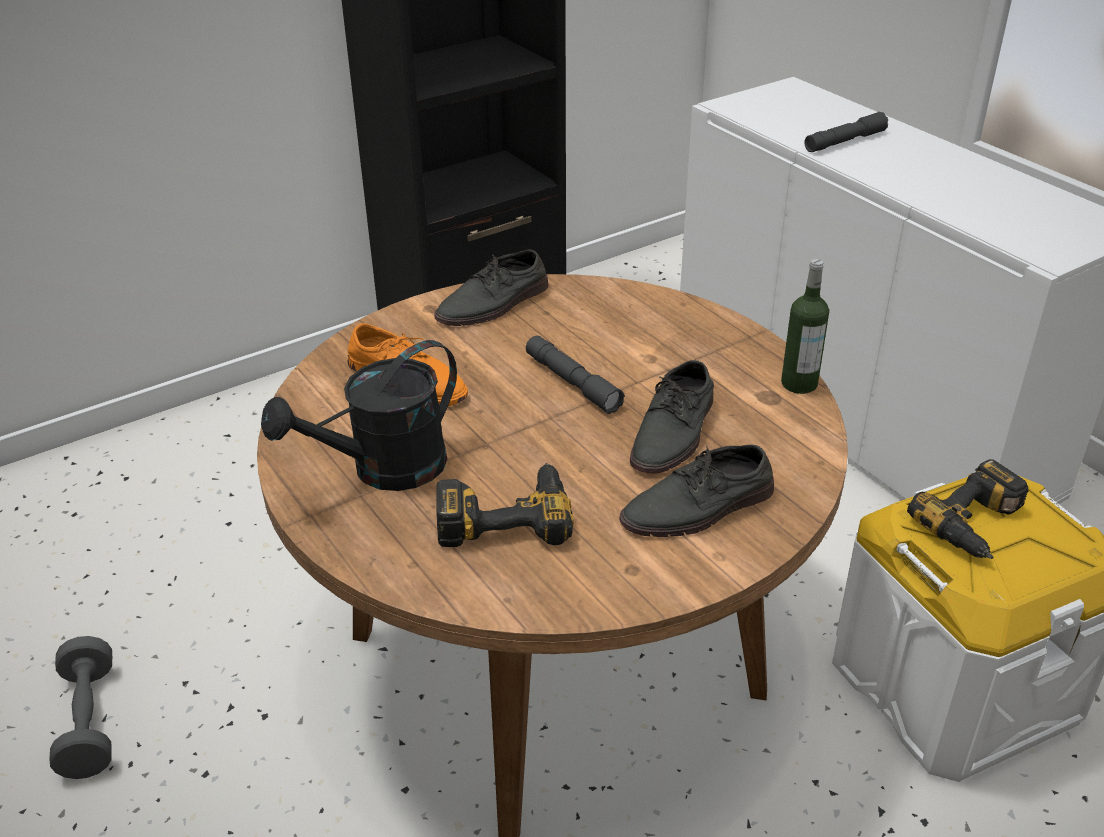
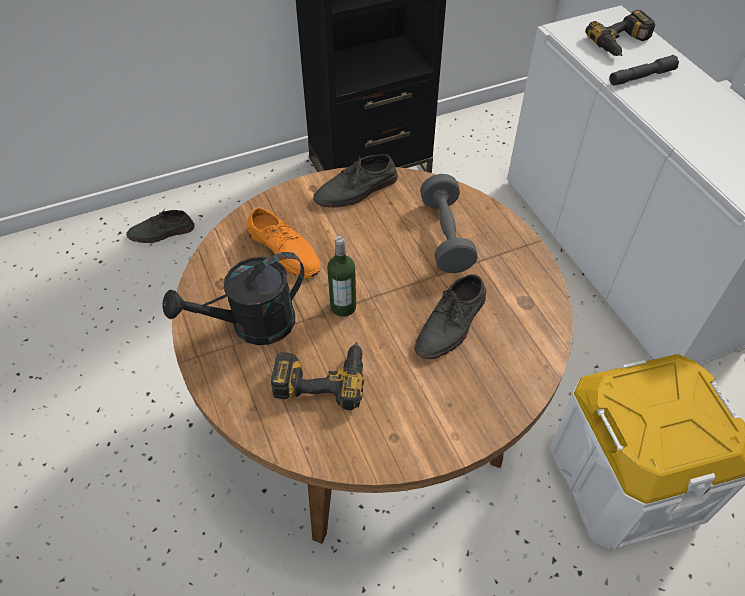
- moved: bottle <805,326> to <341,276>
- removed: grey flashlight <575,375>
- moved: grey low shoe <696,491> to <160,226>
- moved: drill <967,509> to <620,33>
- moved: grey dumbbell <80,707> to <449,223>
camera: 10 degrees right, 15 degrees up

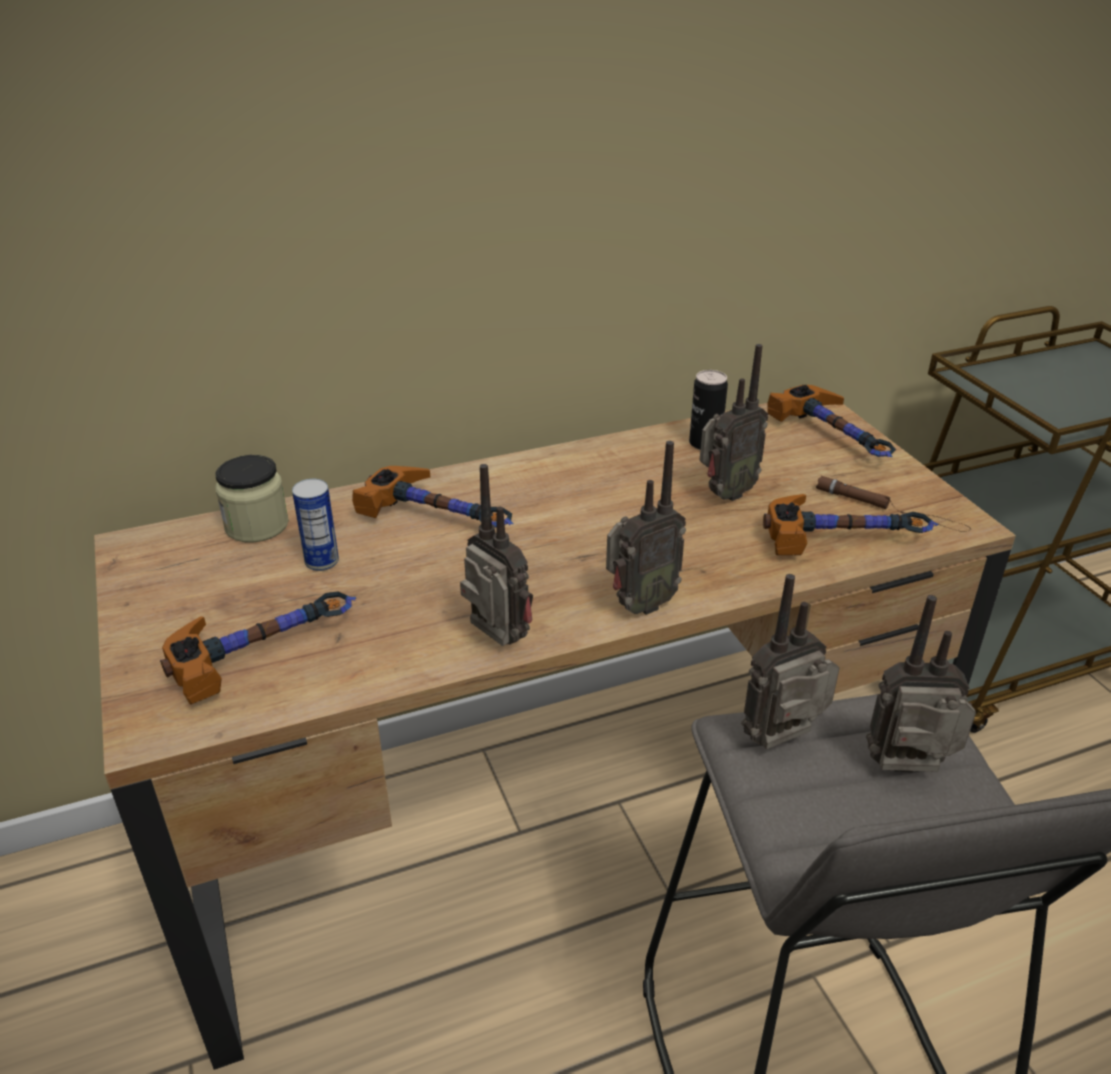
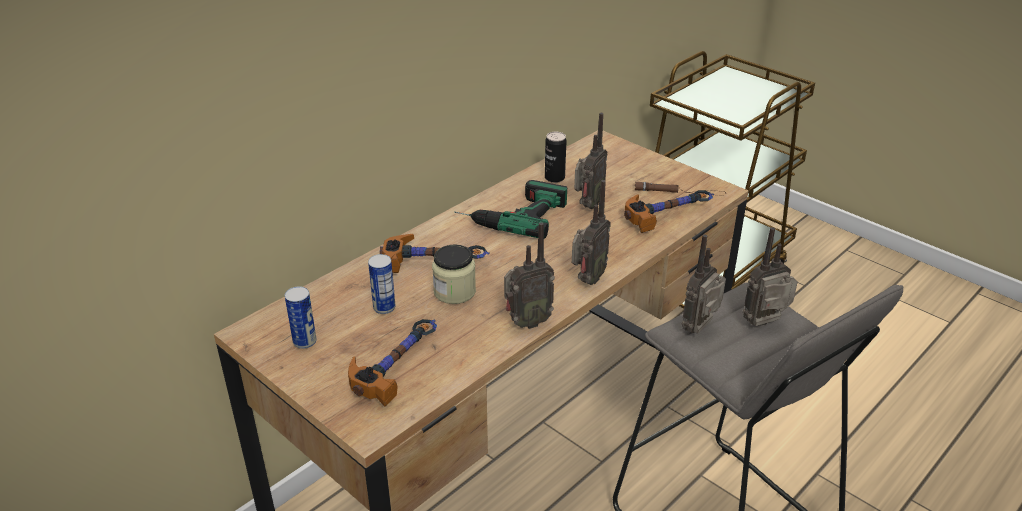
- removed: tool hammer <831,421>
- moved: jar <252,499> to <454,274>
- turned: radio set <496,555> = <529,275> 135 degrees clockwise
- added: drill <510,209>
- added: sealed can <301,317>
camera: 25 degrees left, 0 degrees up

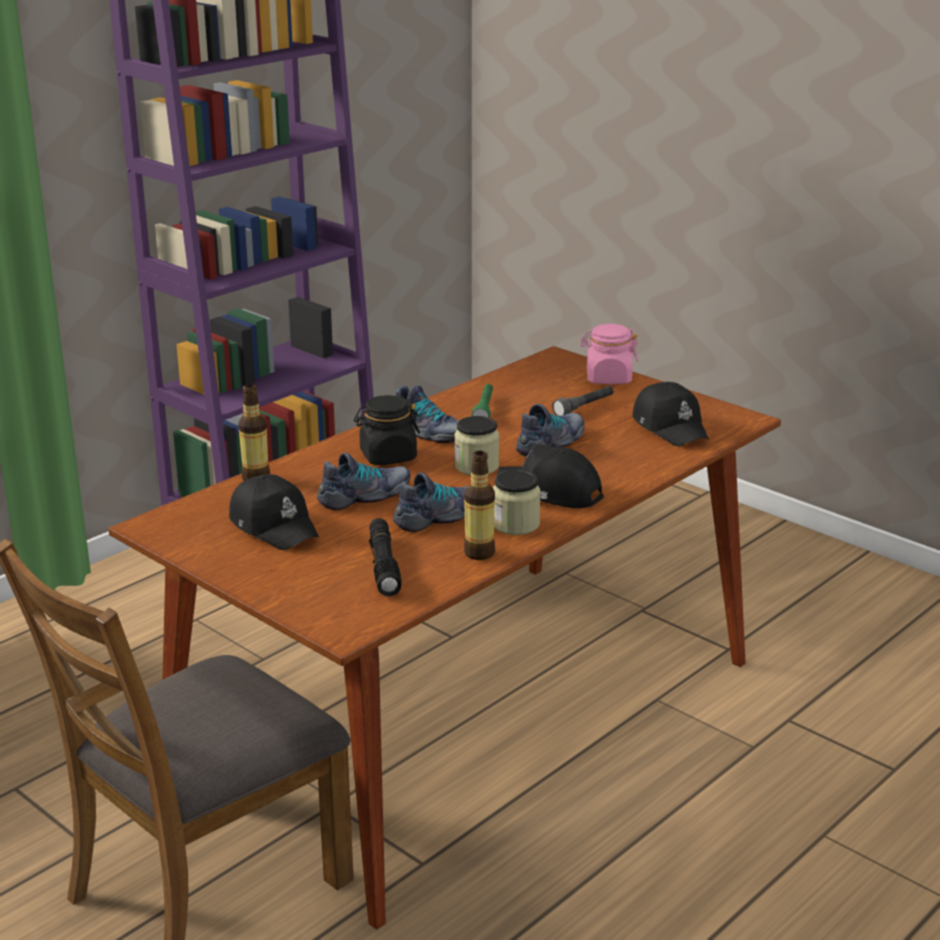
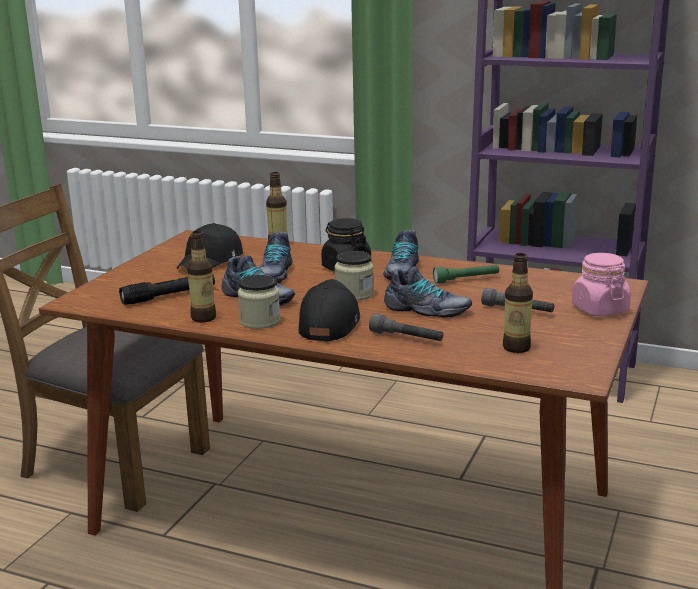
- replaced: black-coloured cap <670,414> to bottle <518,303>
- turned: low shoe <364,481> = <275,257> 60 degrees clockwise
- added: grey flashlight <406,327>
camera: 70 degrees right, 5 degrees down

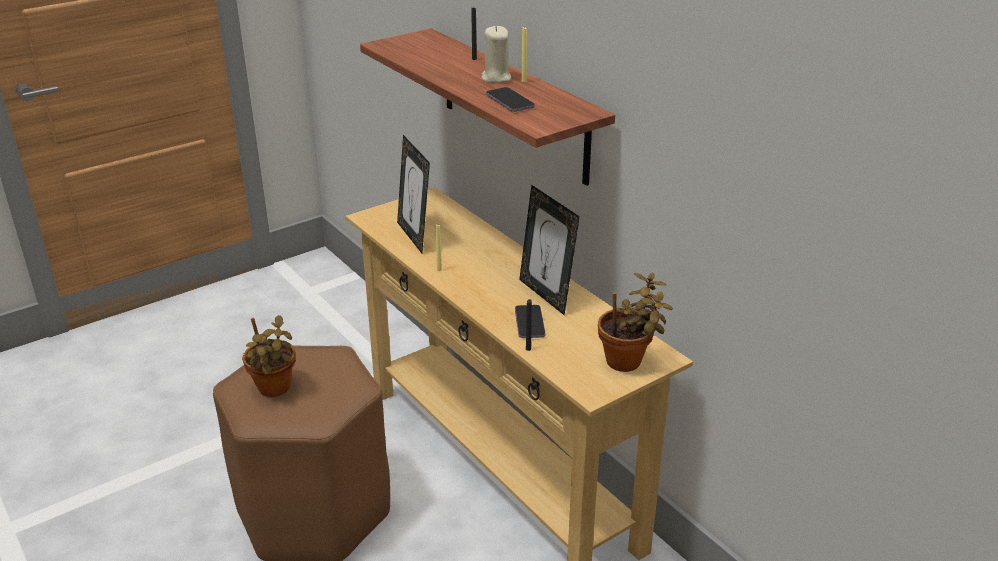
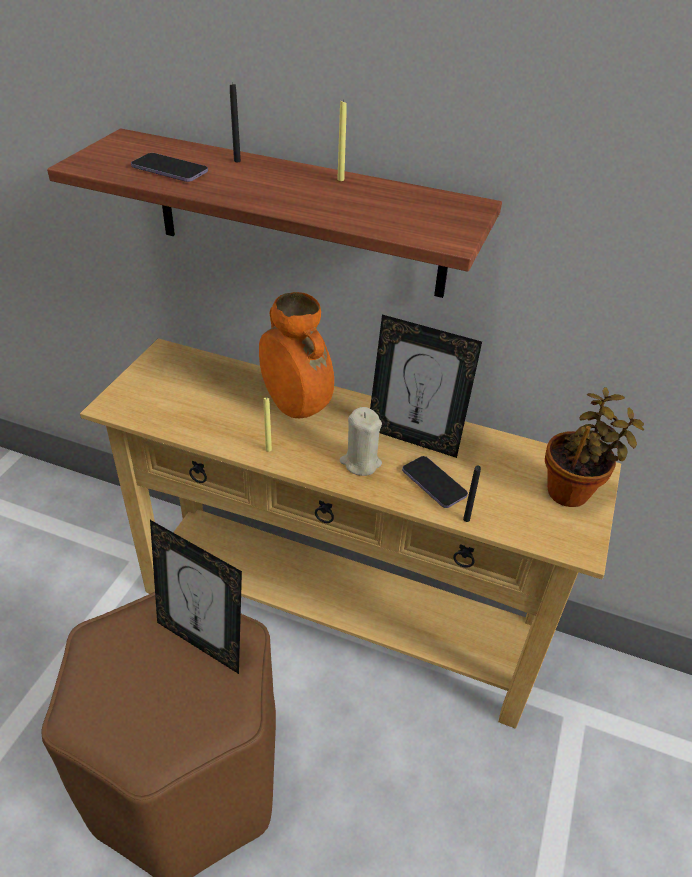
- moved: beige wax light <496,54> to <361,441>
- moved: handset <510,99> to <169,167>
- moved: photo frame <413,194> to <196,597>
- removed: plant in a pot <268,356>
- added: orangey decorative vase <296,355>
camera: 35 degrees left, 10 degrees up

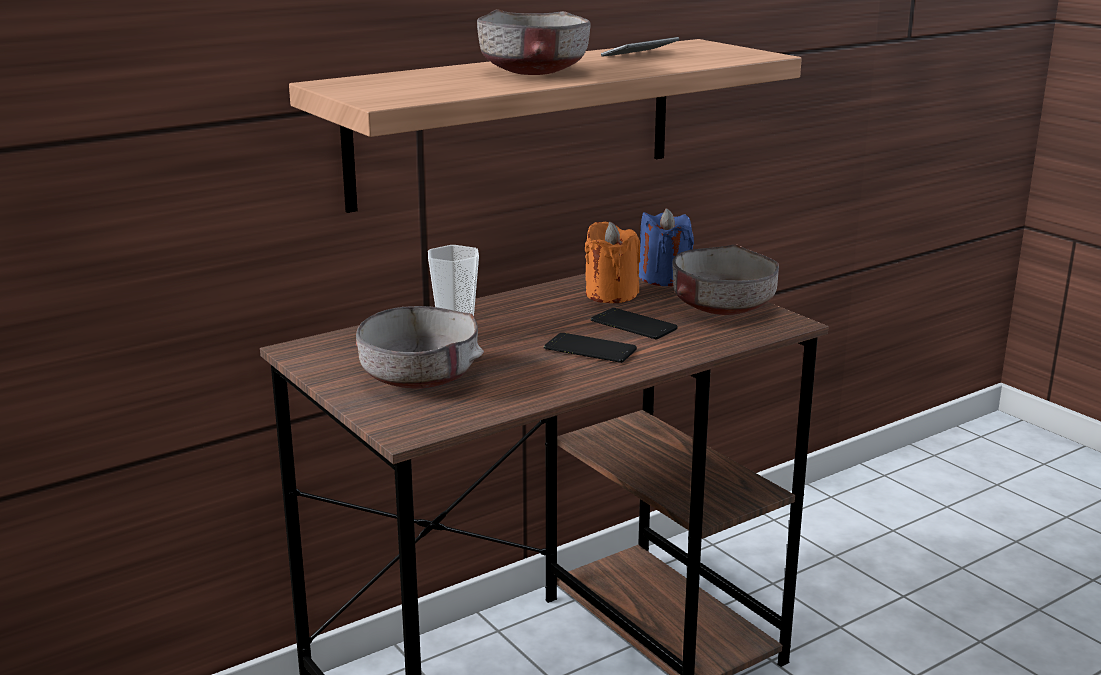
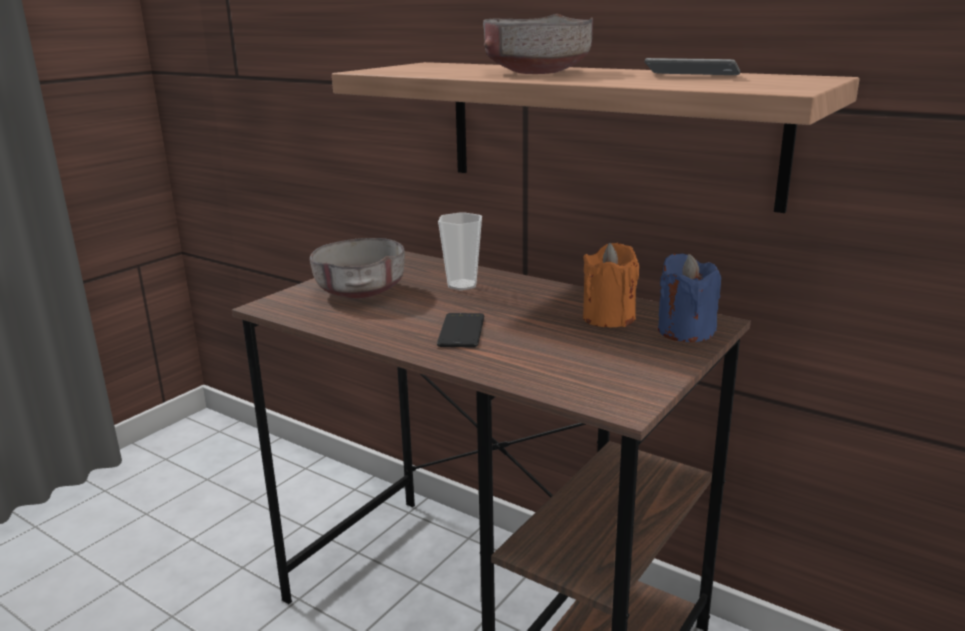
- removed: grey deep dish <725,279>
- removed: handset <634,323>
camera: 70 degrees right, 0 degrees up

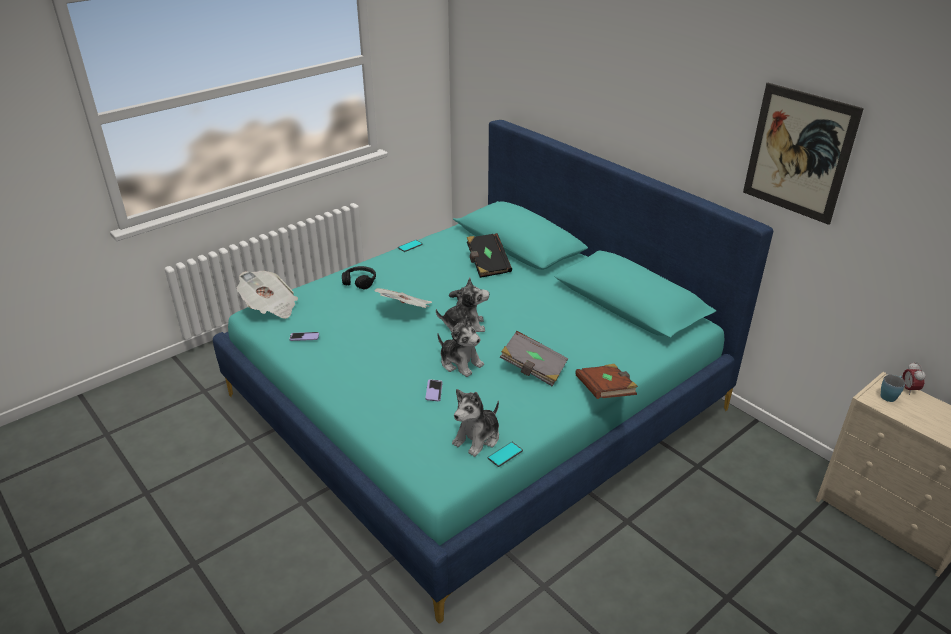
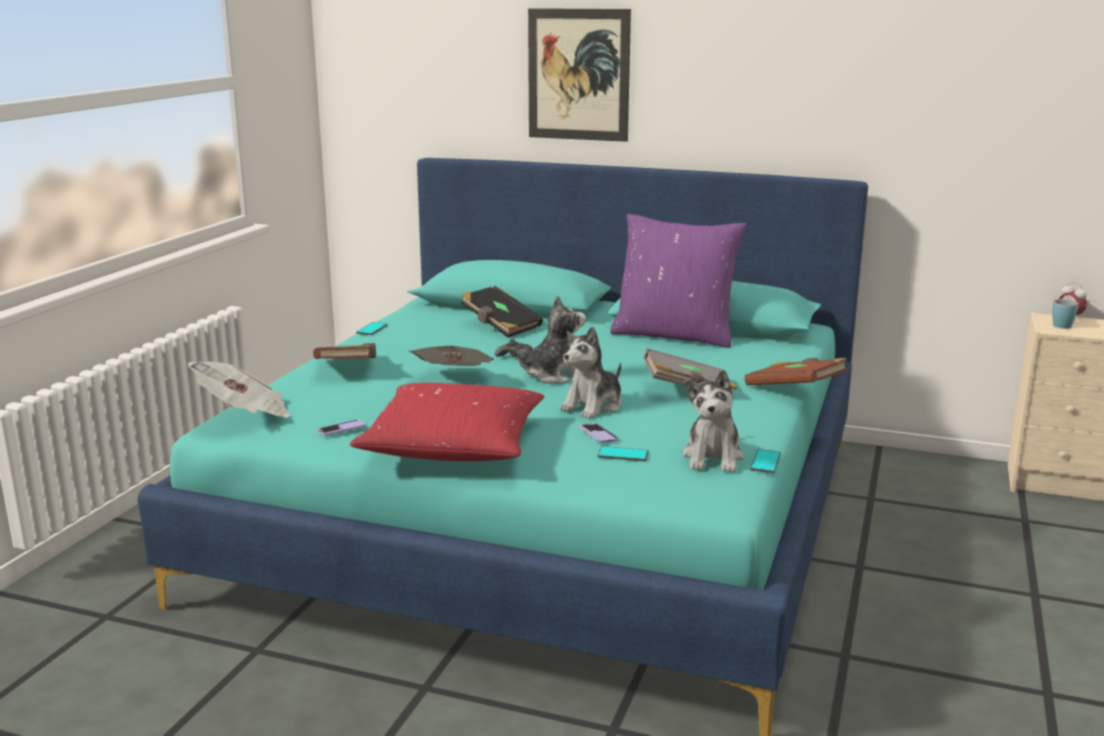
- moved: wall art <803,154> to <579,75>
- replaced: black-coloured pair of headphones <359,277> to brownish bound book <344,351>
- turned: cuddly toy <460,346> = <590,373> 120 degrees clockwise
- added: purple pillow <678,281>
- added: red-coloured pillow <446,422>
- added: handset <623,454>
camera: 30 degrees left, 15 degrees down

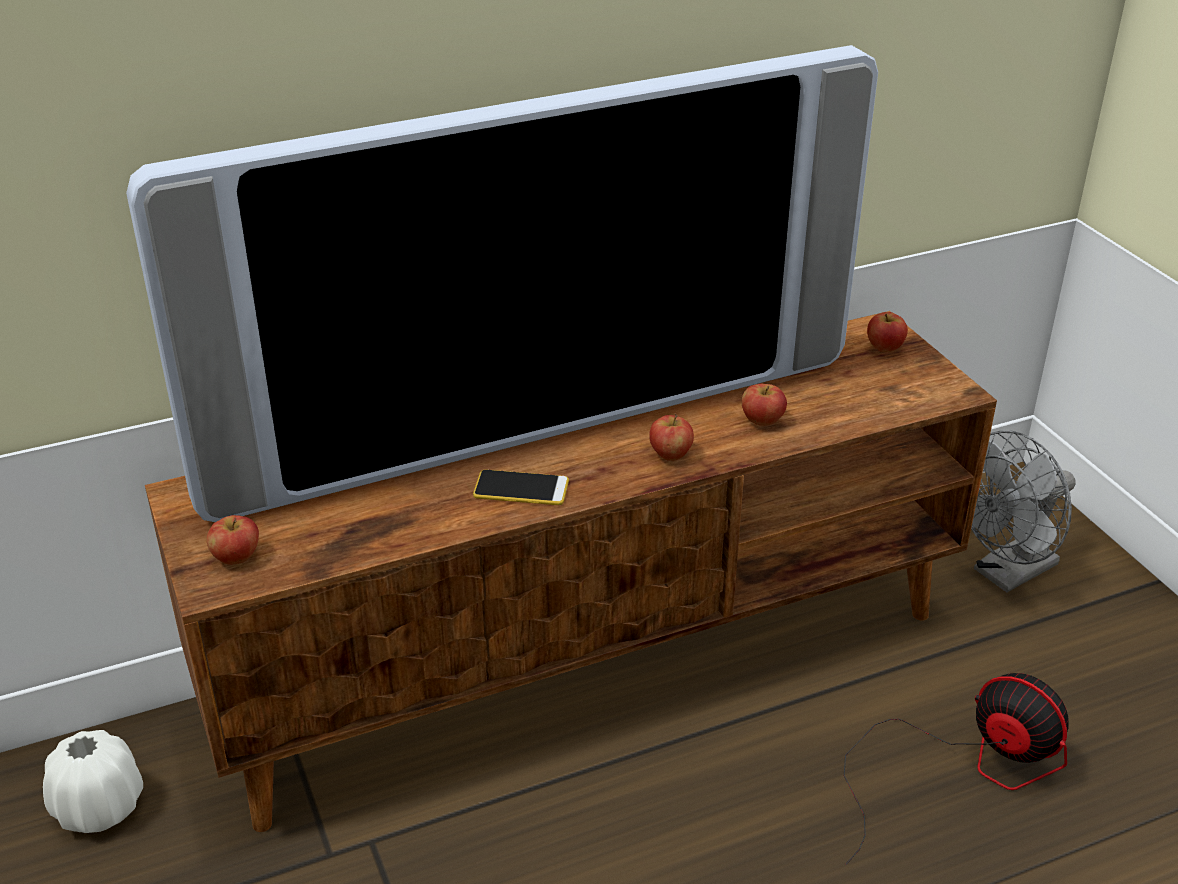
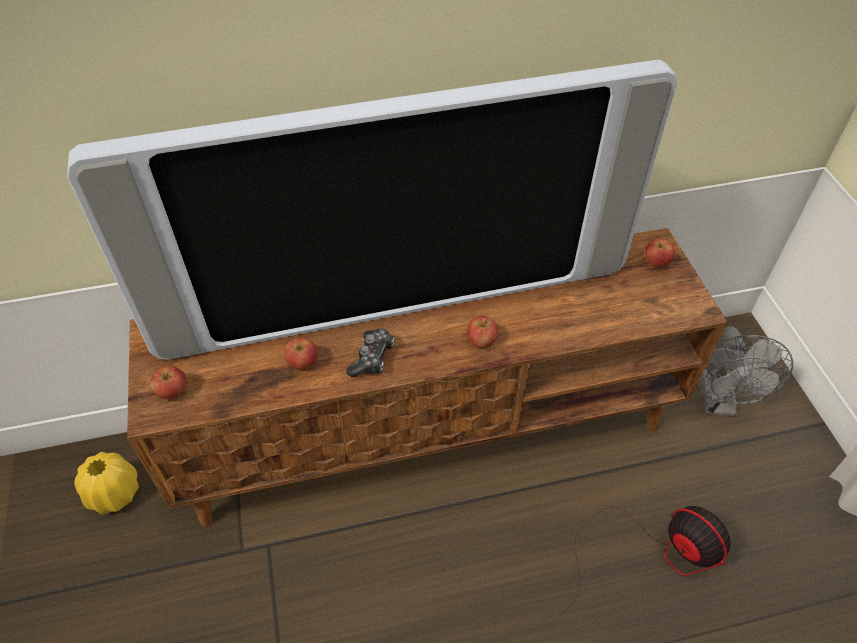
- moved: apple <764,405> to <301,354>
- turned: grey fan <1023,511> = <744,371> 60 degrees counterclockwise
- replaced: handset <521,487> to game controller <370,352>
- recoloured: white-coloured decorative vase <93,781> to yellow-coloured decorative vase <106,483>
camera: 10 degrees right, 15 degrees up

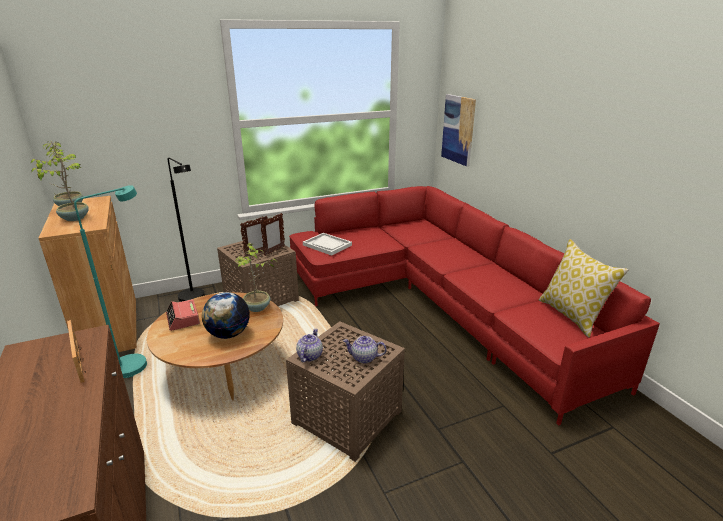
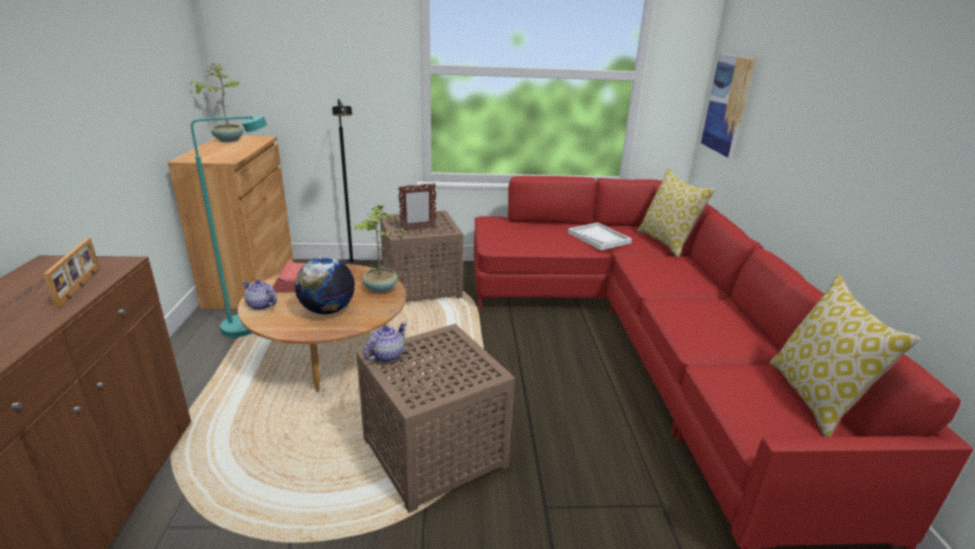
- removed: plant in a pot <60,185>
- removed: photo frame <272,234>
- moved: white-coloured serving tray <327,244> to <600,236>
- moved: teapot <365,349> to <259,295>
- added: pillow <676,213>
camera: 20 degrees right, 0 degrees up

